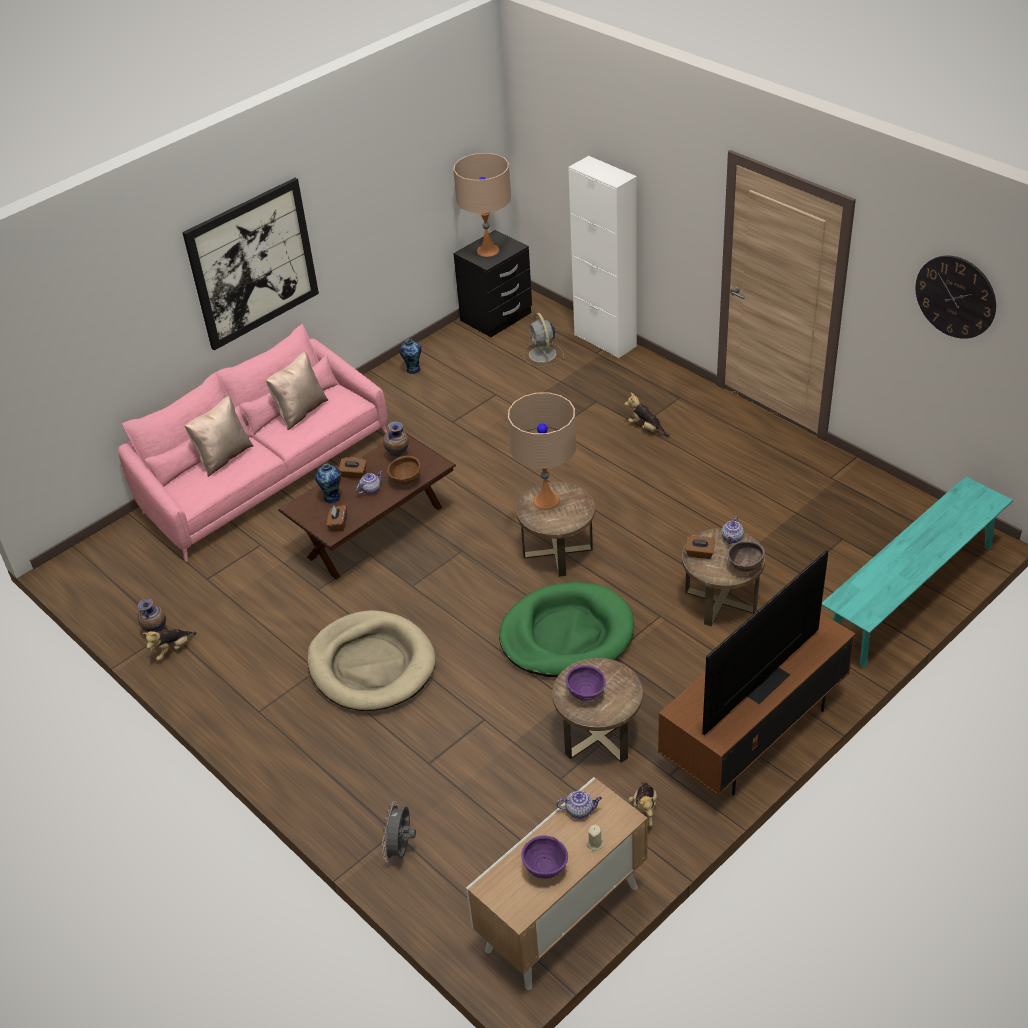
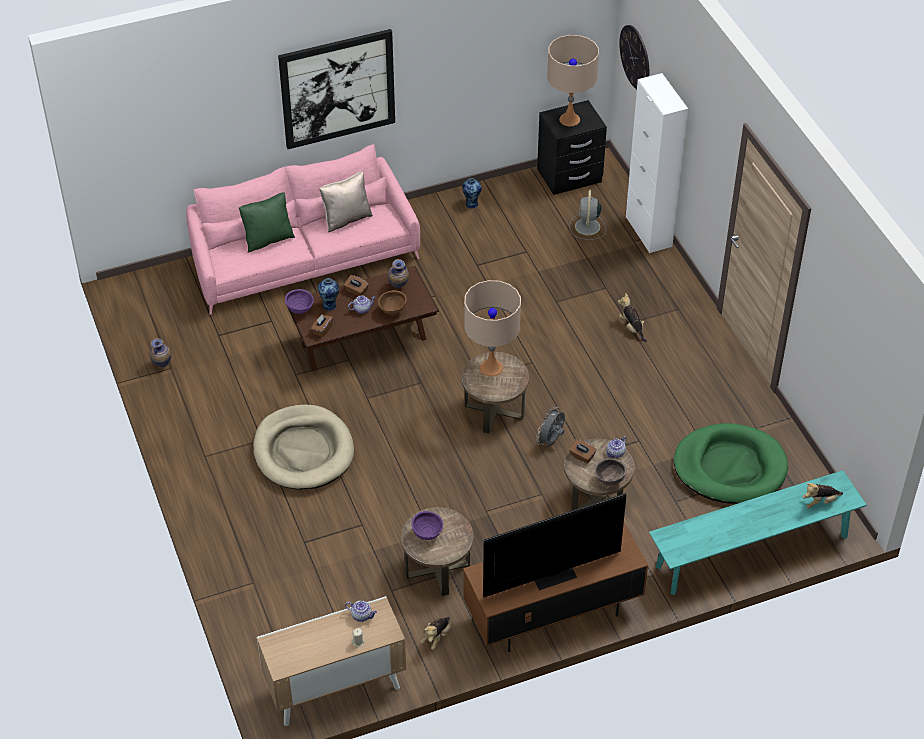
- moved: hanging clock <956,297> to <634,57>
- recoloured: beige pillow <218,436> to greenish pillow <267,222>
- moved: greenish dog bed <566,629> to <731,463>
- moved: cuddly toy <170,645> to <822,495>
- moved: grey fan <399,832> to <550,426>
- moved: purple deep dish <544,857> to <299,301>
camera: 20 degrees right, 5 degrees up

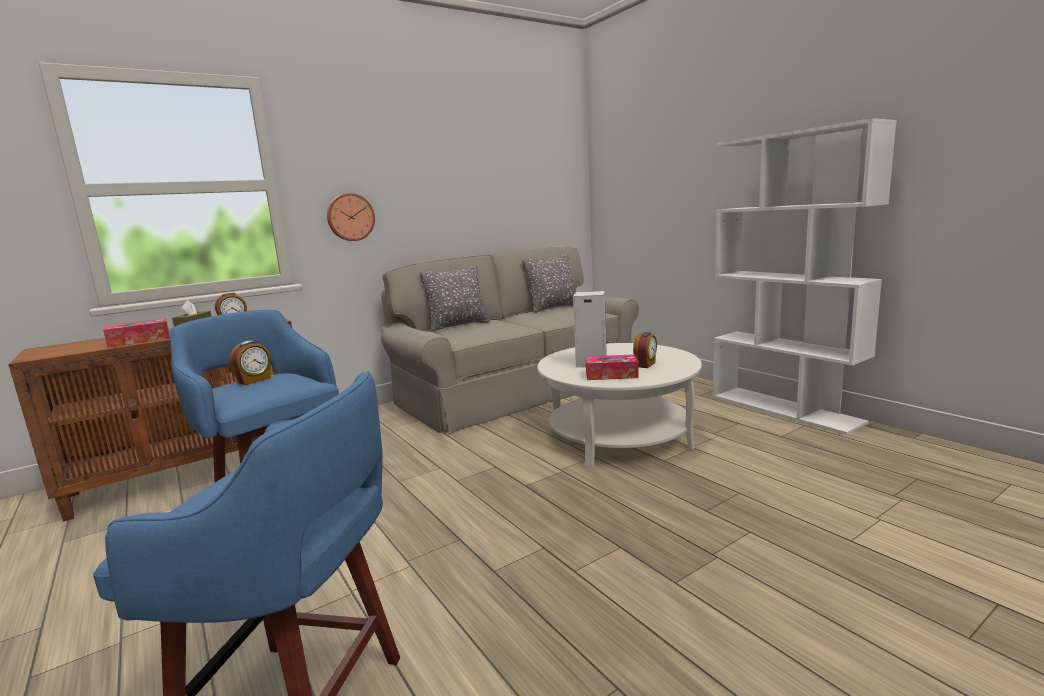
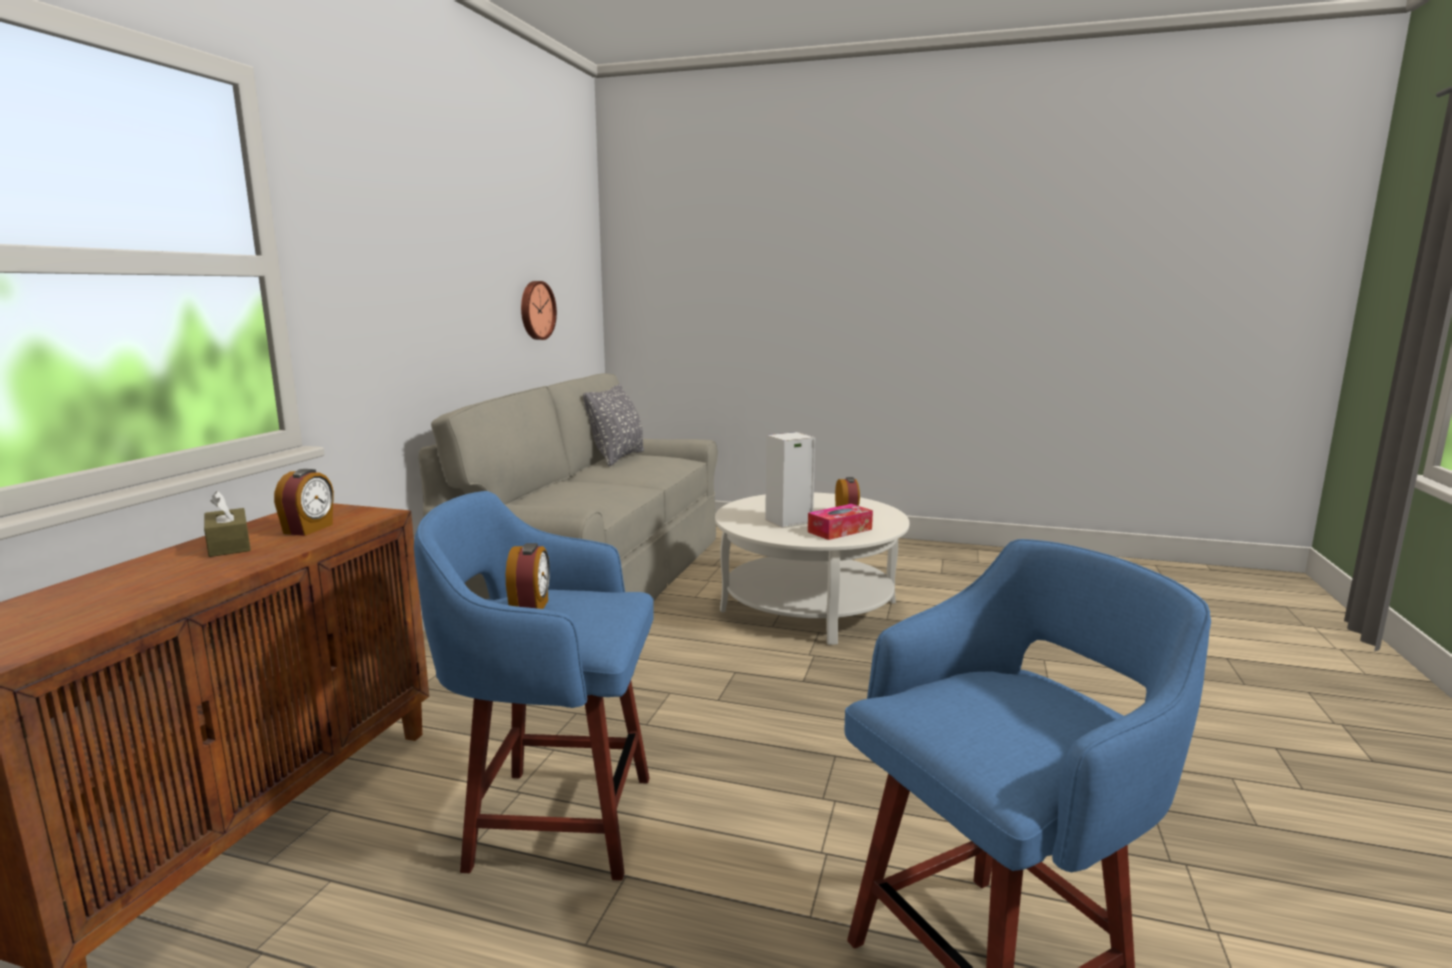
- removed: white-coloured bookcase <805,276>
- moved: hanging clock <351,217> to <539,310>
- removed: grey pillow <455,298>
- removed: tissue holder <136,333>
camera: 40 degrees left, 0 degrees up

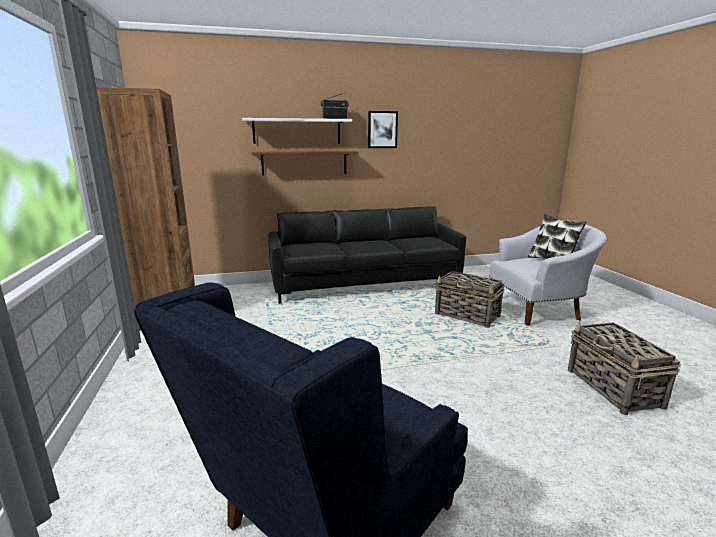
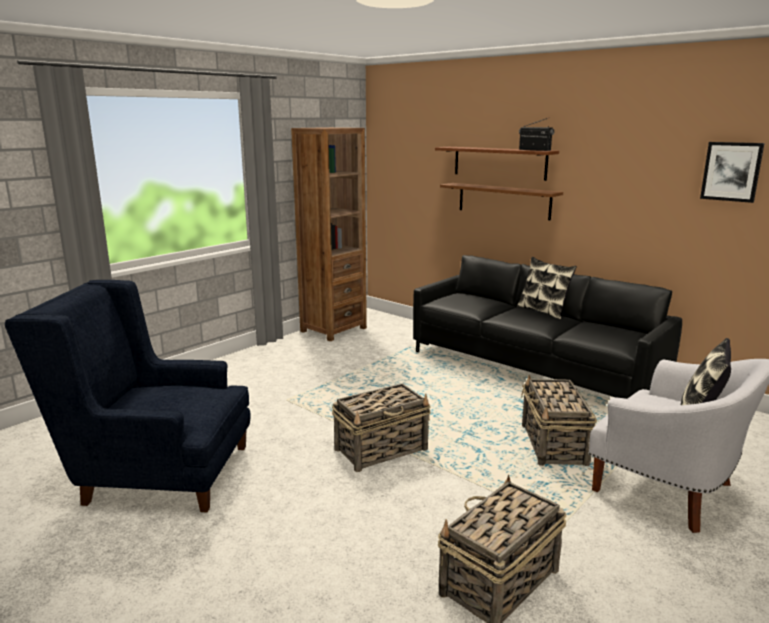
- moved: wall art <383,129> to <732,172>
- recoloured: white-coloured shelf <297,131> to brownish shelf <497,164>
- added: pillow <547,288>
- added: household basket <381,427>
camera: 55 degrees right, 0 degrees up

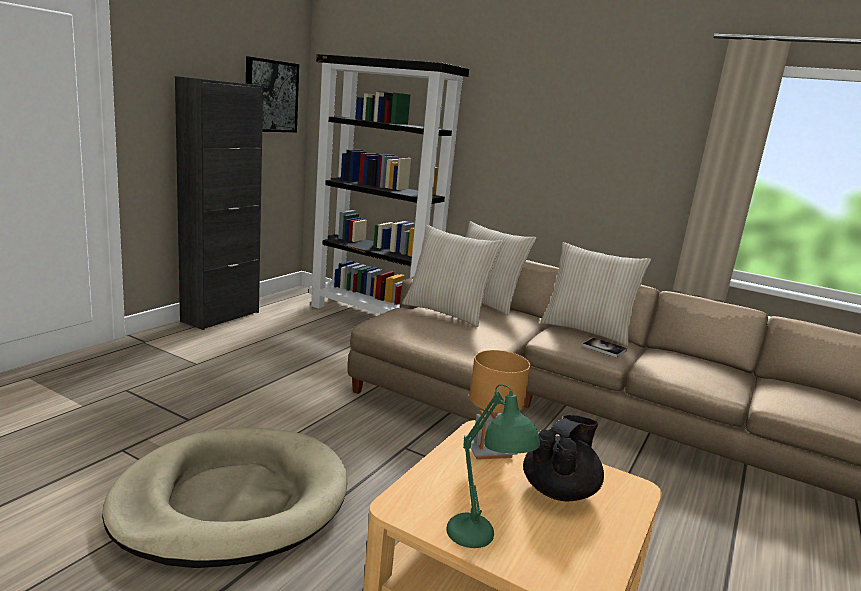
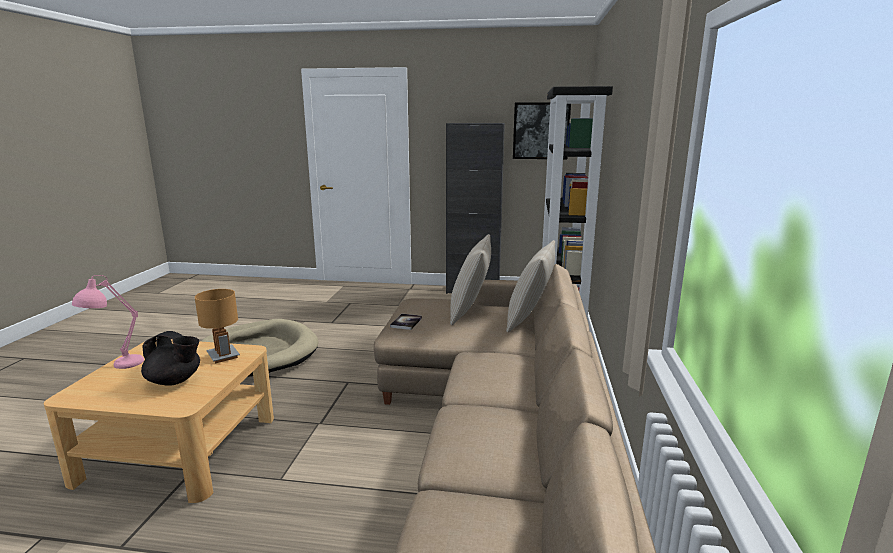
- removed: beige pillow <595,294>
- moved: bound book <604,348> to <406,322>
- recoloured: greenish tabletop lamp <493,466> to pink-coloured tabletop lamp <108,322>
camera: 70 degrees right, 0 degrees up

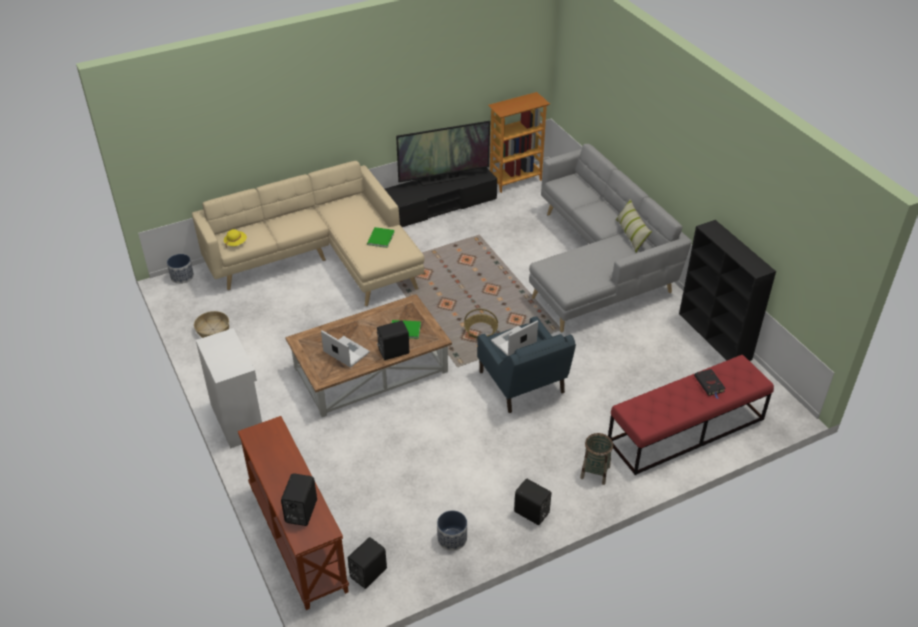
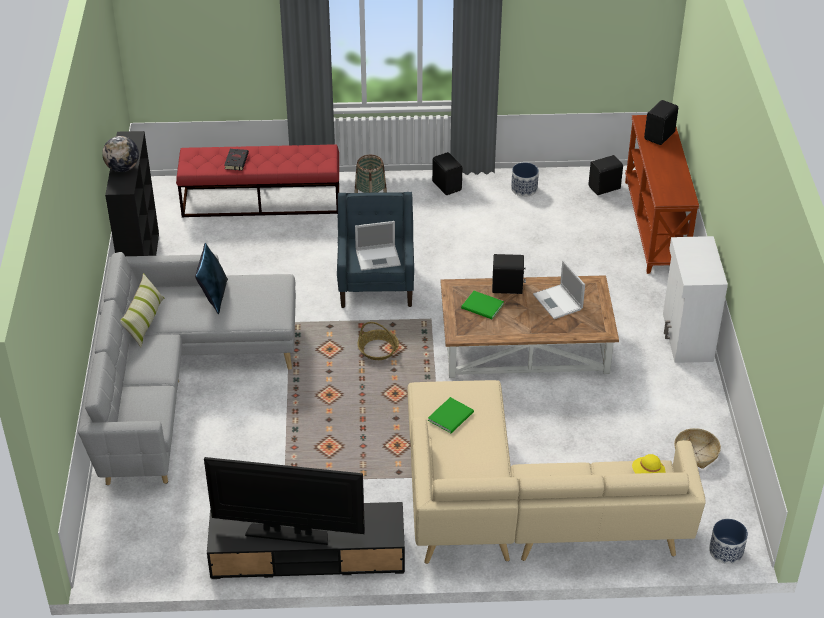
- removed: bookcase <519,142>
- added: desk globe <120,154>
- added: bluish pillow <211,278>
camera: 155 degrees left, 0 degrees up

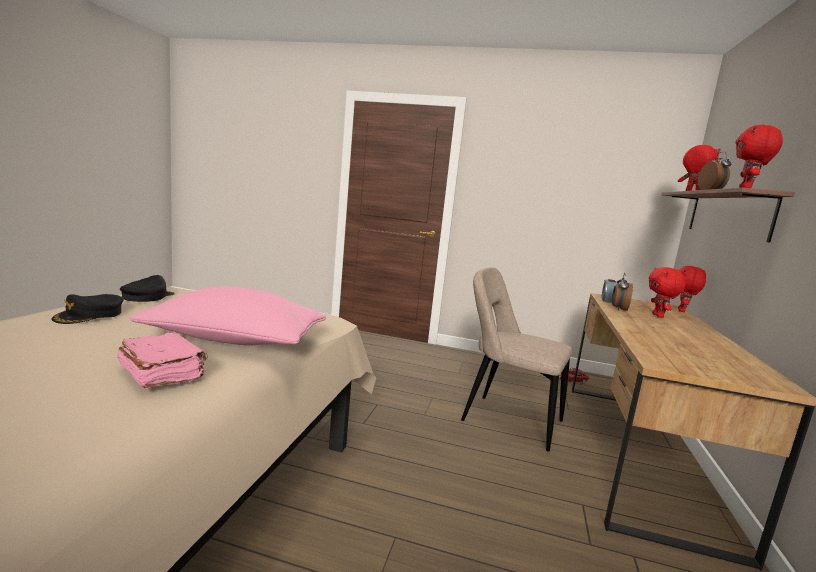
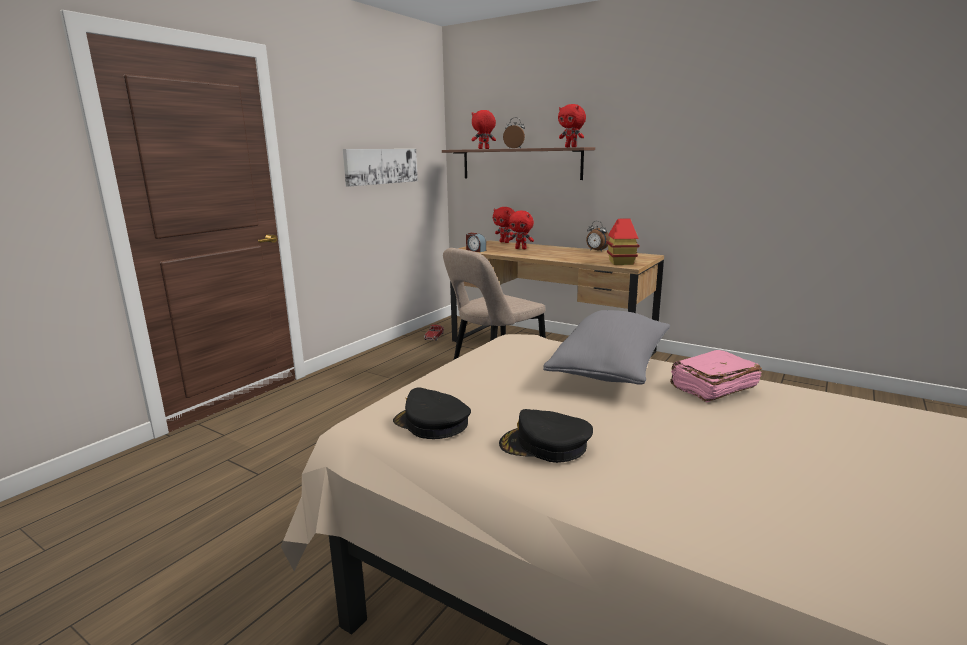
- moved: bedside clock <622,292> to <598,236>
- recoloured: pink-coloured pillow <227,316> to grey pillow <606,347>
- turned: black-coloured cap <87,309> = <546,436> 150 degrees clockwise
- added: wall art <380,168>
- added: toy house <622,242>
camera: 70 degrees left, 5 degrees up

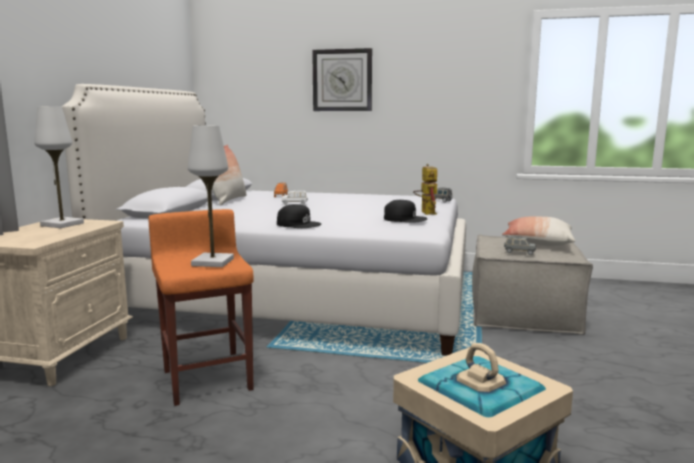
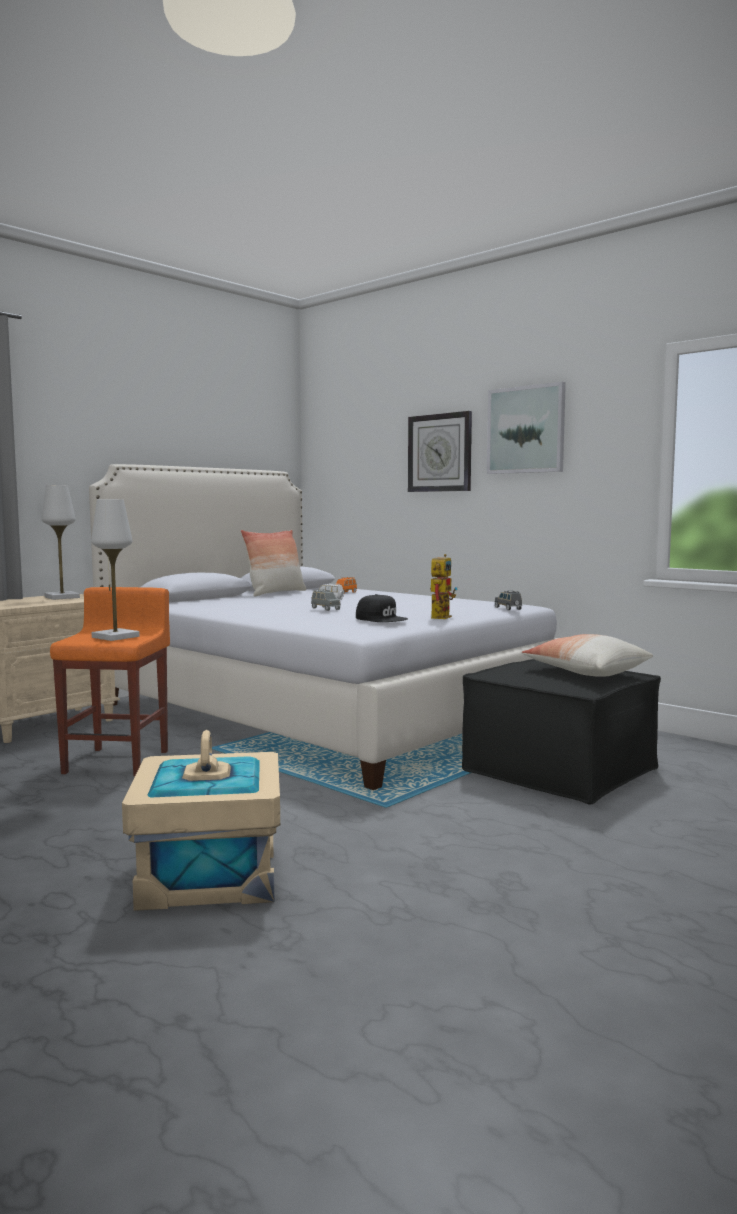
- removed: black-coloured cap <299,216>
- recoloured: beige pouffe <532,285> to black-coloured pouffe <561,731>
- moved: grey toy car <520,245> to <326,600>
- added: wall art <526,428>
camera: 30 degrees right, 5 degrees down

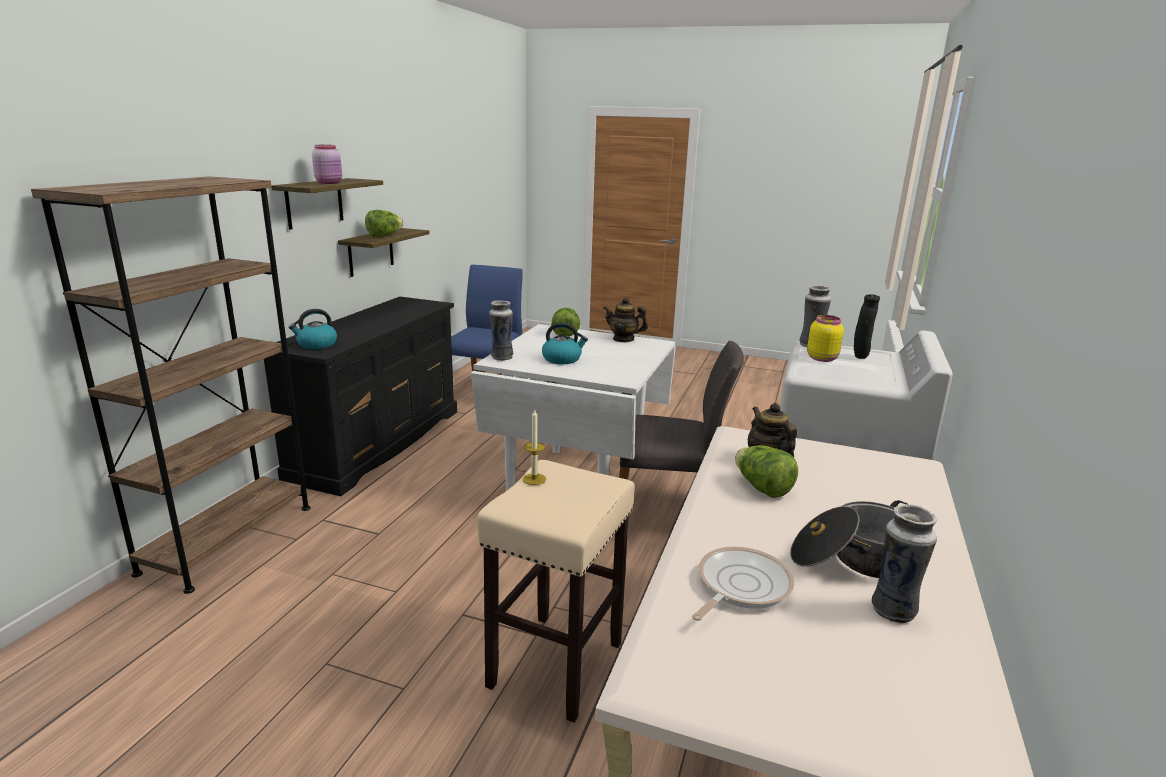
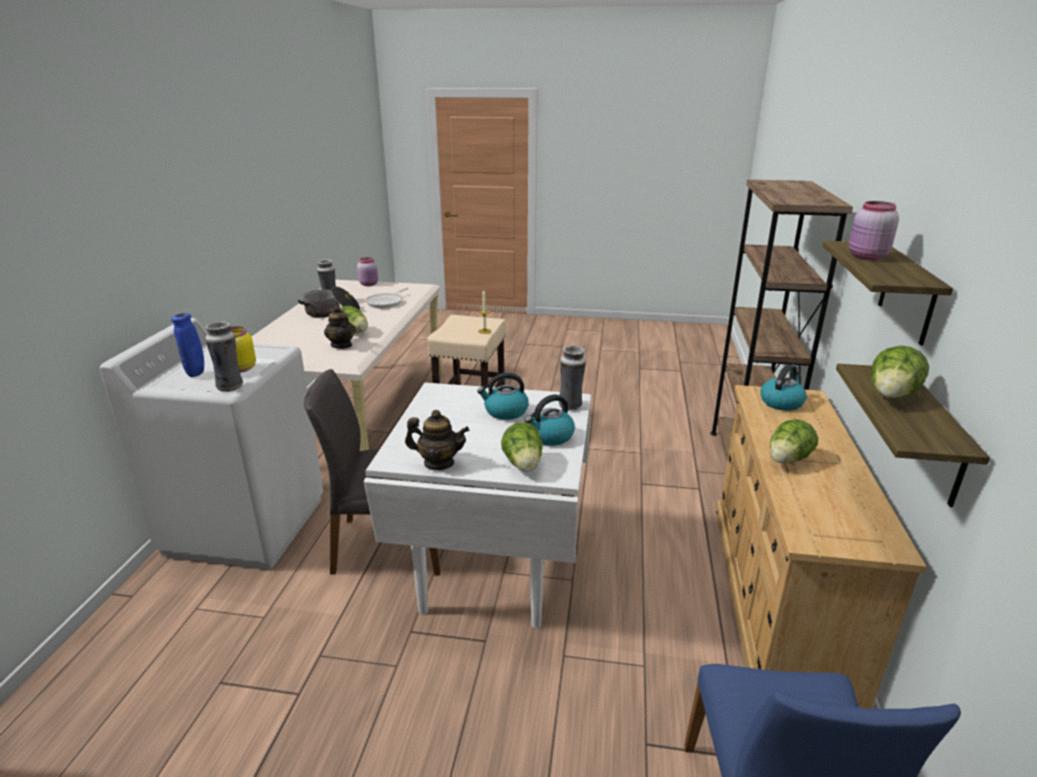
- recoloured: black-coloured decorative vase <867,326> to bluish decorative vase <187,345>
- recoloured: black-coloured dresser <360,396> to beige dresser <821,547>
- added: pink-coloured jar <367,271>
- added: tea kettle <549,420>
- added: lettuce head <794,441>
camera: 170 degrees right, 5 degrees up

